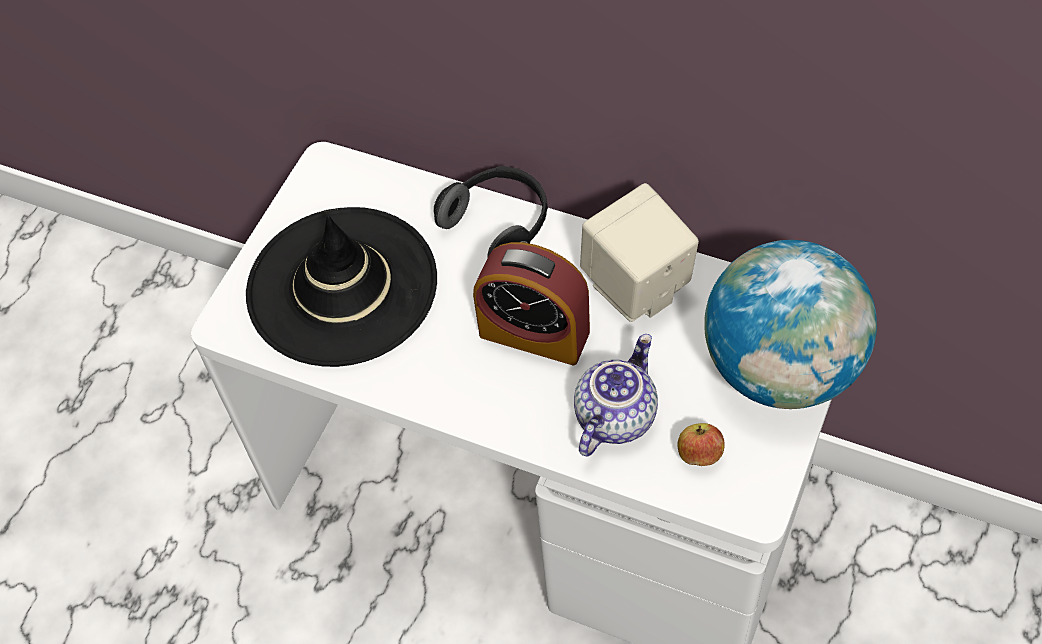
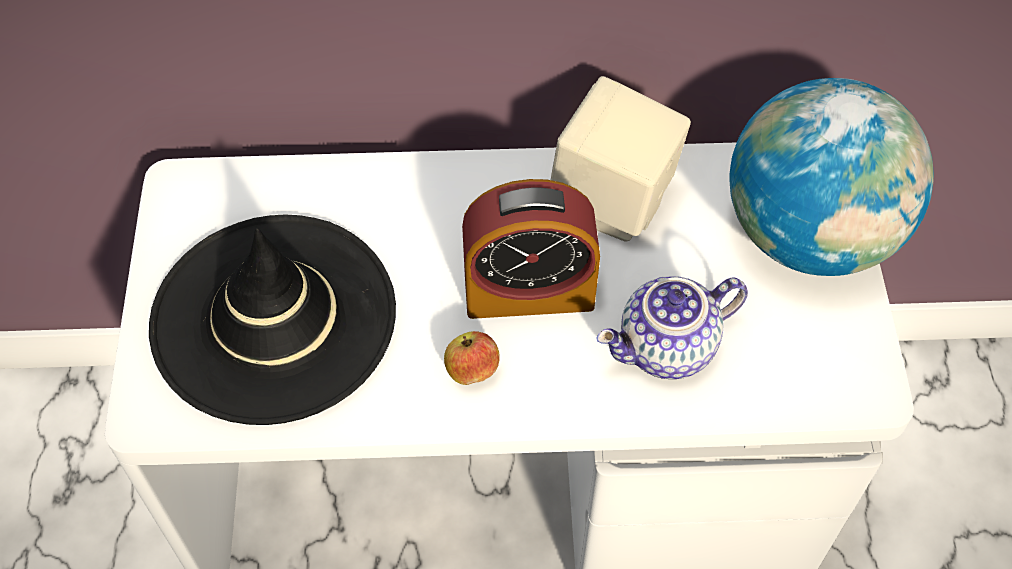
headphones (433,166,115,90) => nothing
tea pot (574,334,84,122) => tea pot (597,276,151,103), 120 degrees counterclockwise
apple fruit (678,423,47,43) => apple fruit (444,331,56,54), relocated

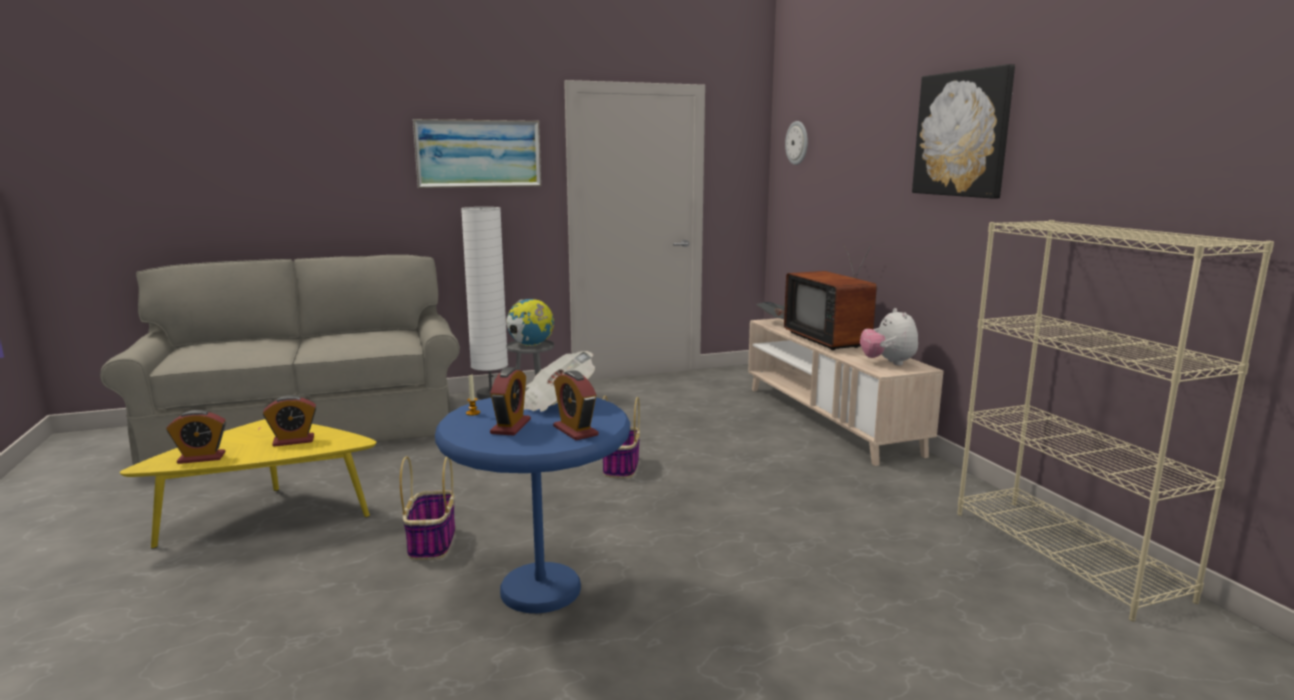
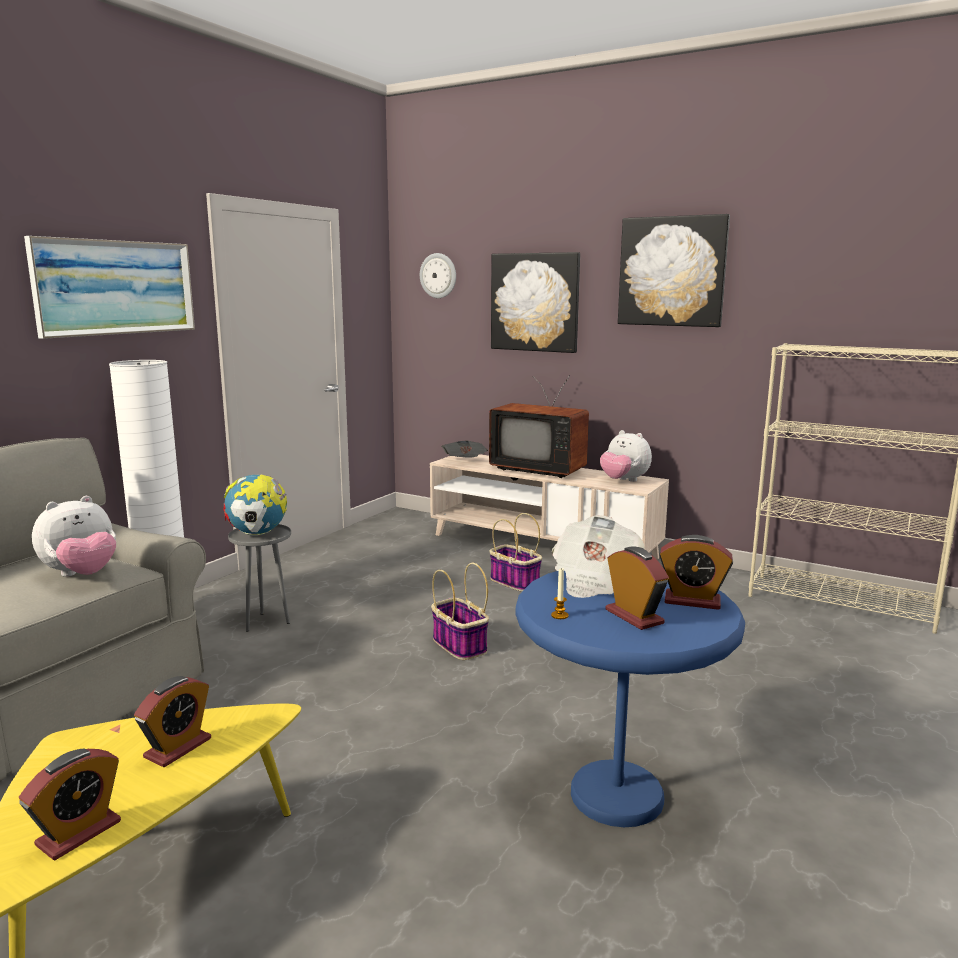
household basket (400,456,55,104) => household basket (489,513,53,79), relocated
nothing => cuddly toy (32,496,84,81)
nothing => picture (491,252,89,101)

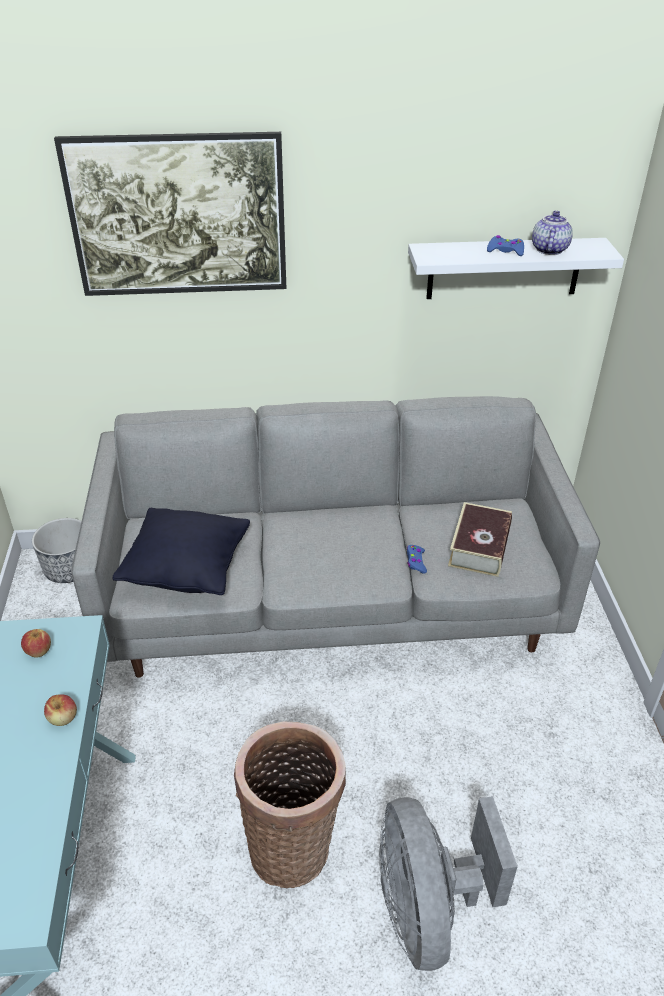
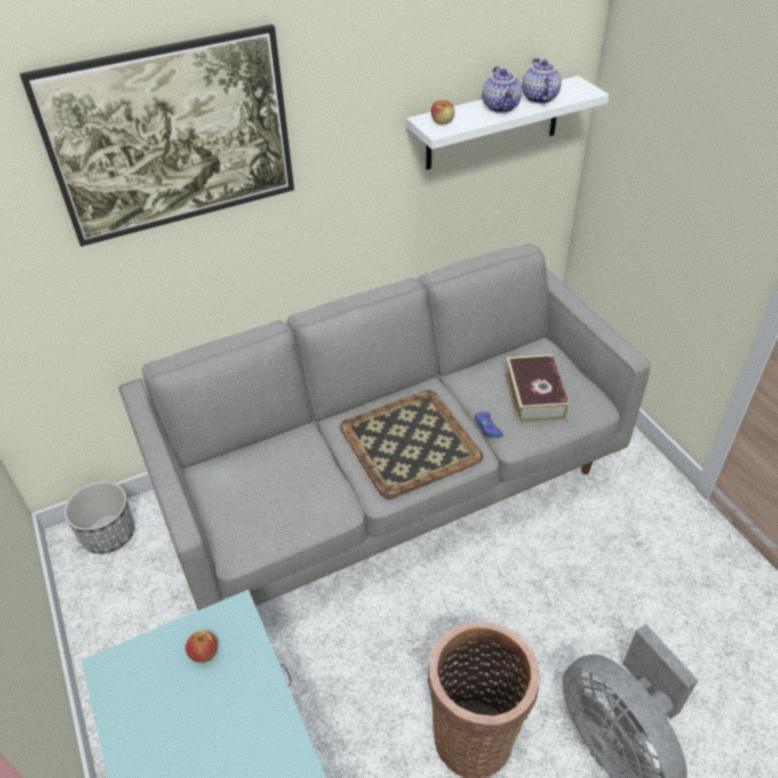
apple fruit (44,694,33,32) => apple fruit (431,100,24,25), relocated
black pillow (112,508,138,87) => nothing
bluish joypad (487,235,37,21) => tea pot (482,66,40,47)
nothing => serving tray (340,390,143,109)

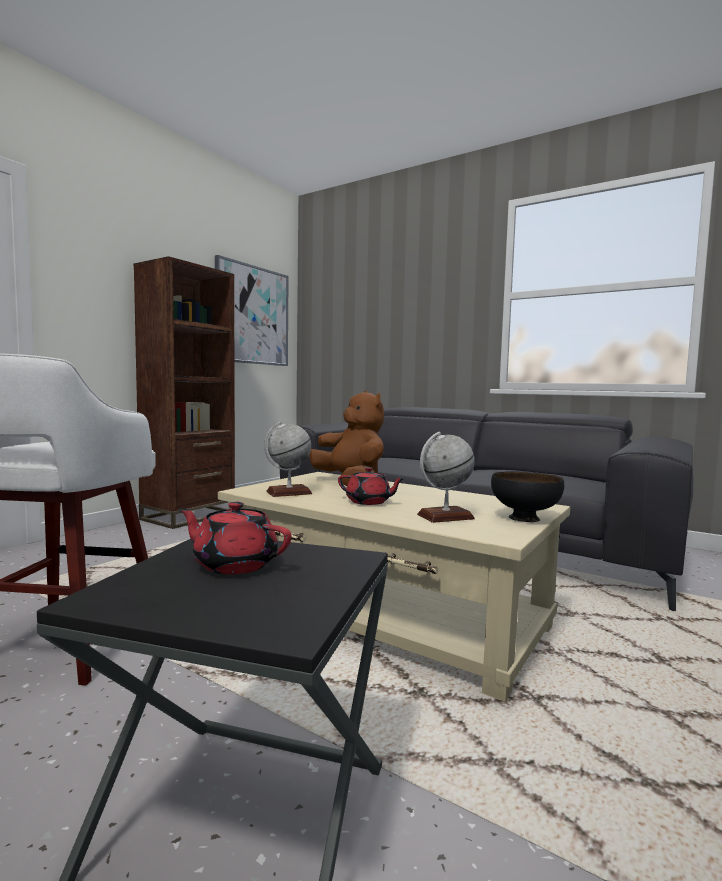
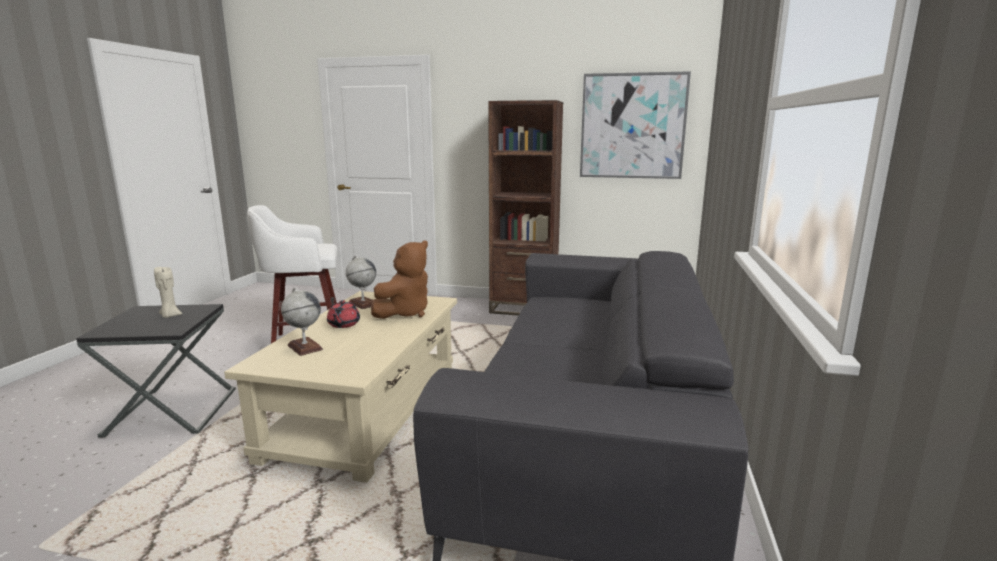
red tea pot (179,502,112,72) => beige candle (154,267,28,51)
black deep dish (491,471,73,51) => nothing

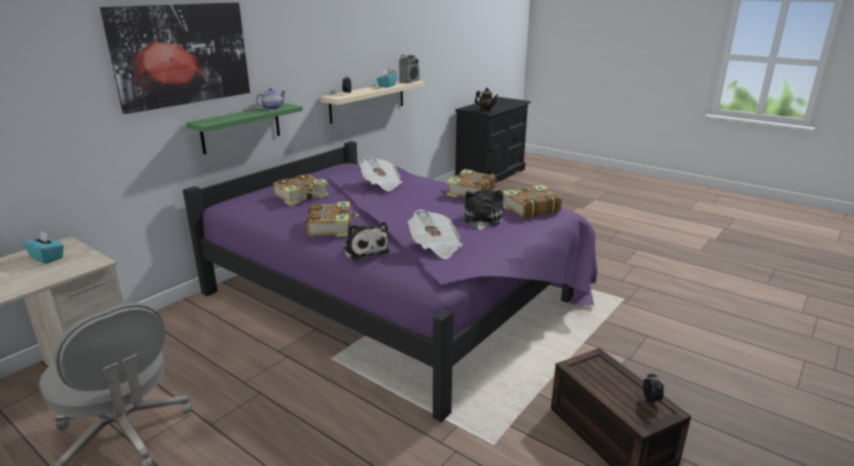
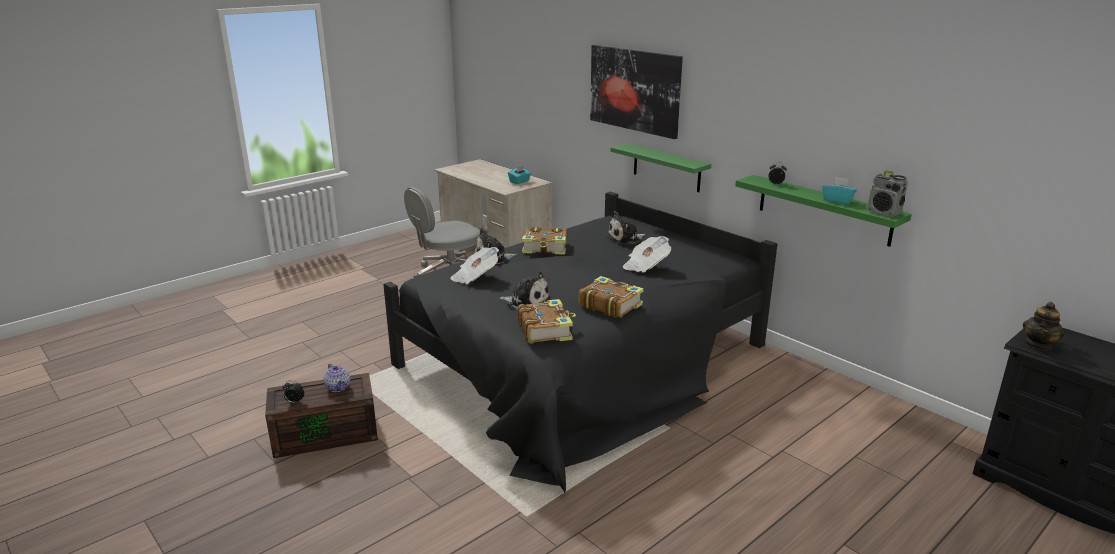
purple sleeping bed (183,141,414,281) => black sleeping bed (383,191,394,302)
tea pot (256,88,30,22) => tea pot (323,364,27,28), relocated
bound book (273,174,56,32) => cuddly toy (607,211,39,34)
beige shelf (320,81,104,43) => green-coloured shelf (735,175,177,72)

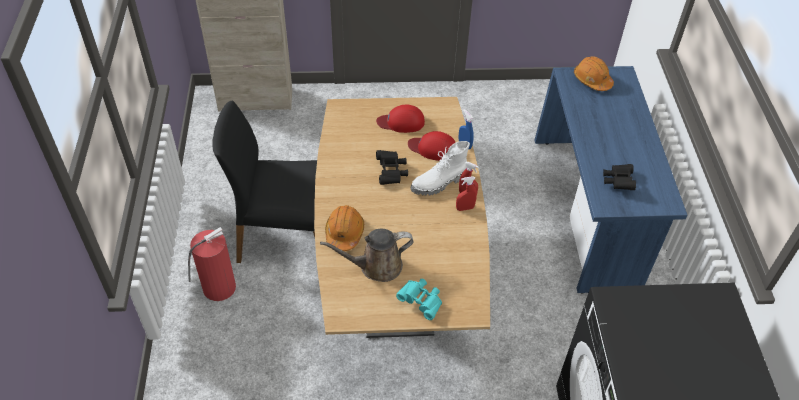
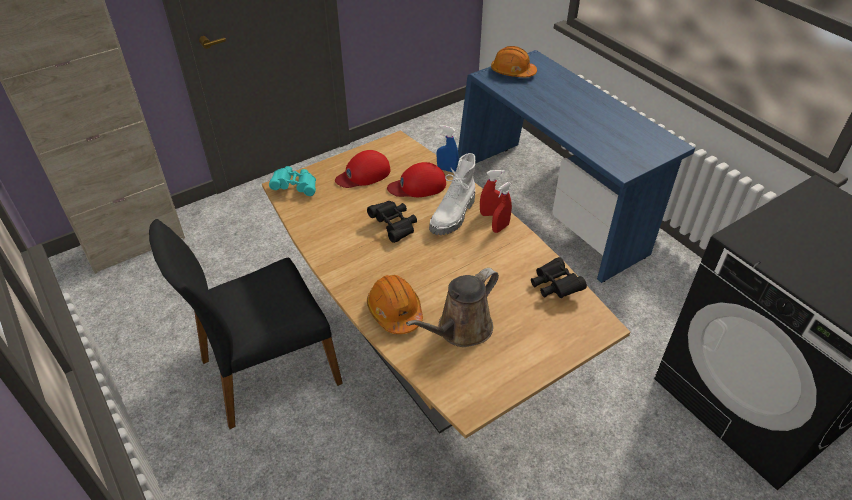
extinguisher (188,227,48,74) => nothing
blue-green field glasses (396,279,46,41) => blue-green field glasses (269,166,47,30), relocated
black field glasses (603,164,33,26) => black field glasses (531,257,56,41), relocated

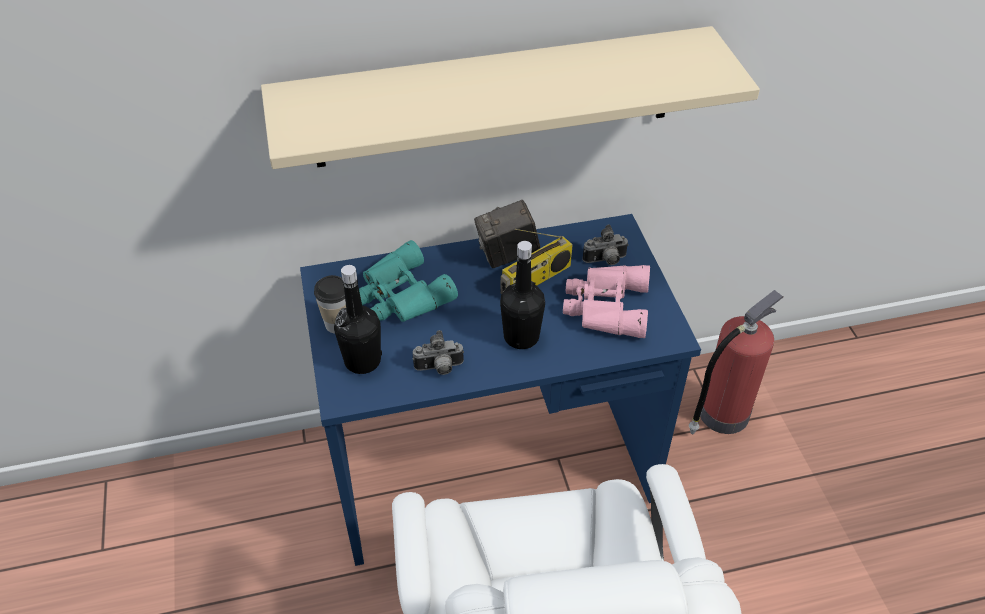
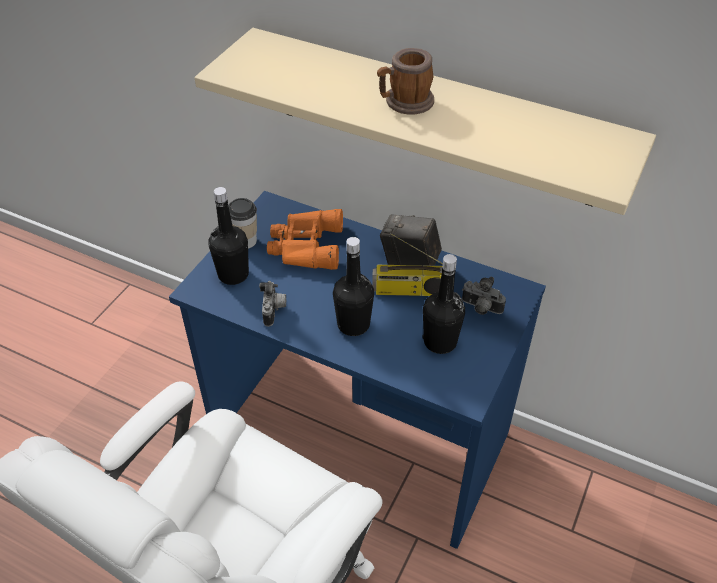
blue-green field glasses (359,240,99,82) => orange field glasses (267,209,76,61)
still camera (412,330,52,45) => still camera (259,281,28,46), 120 degrees counterclockwise
pink field glasses (563,265,87,73) => black drink bottle (423,254,42,100)
extinguisher (689,290,94,144) => nothing
nothing => tea mug (377,48,57,67)

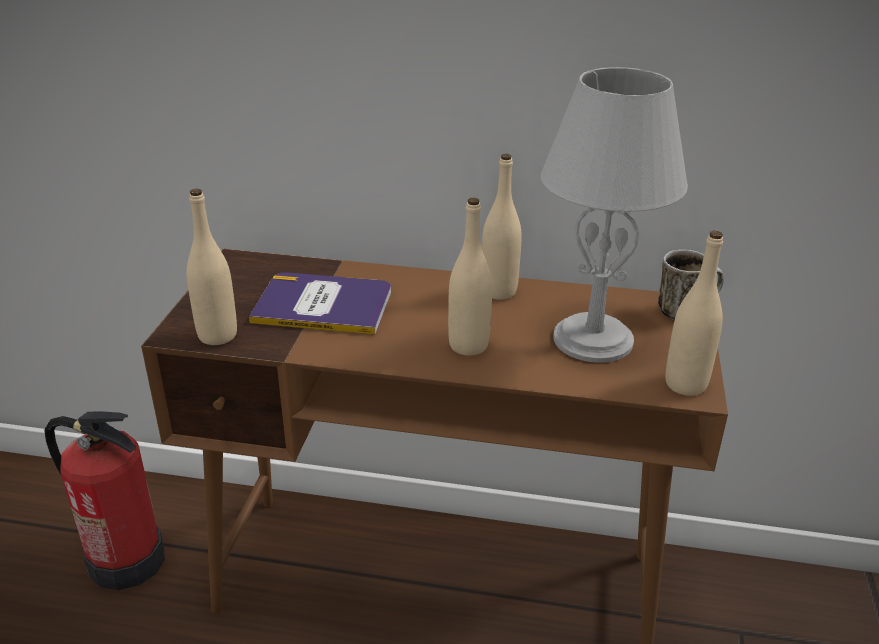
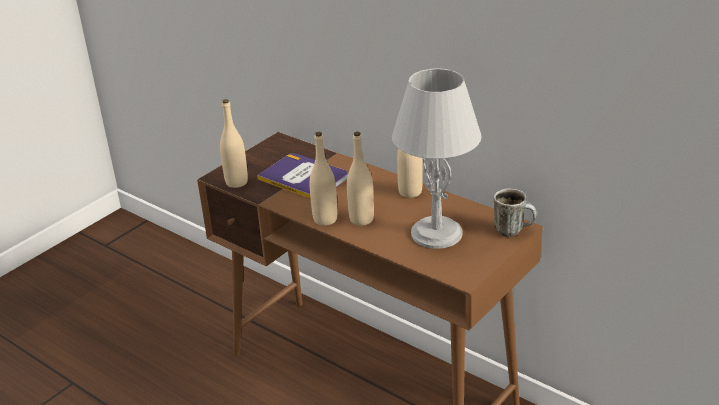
extinguisher (44,411,121,179) => nothing
beige drink bottle (665,231,58,165) => beige drink bottle (309,132,28,94), relocated

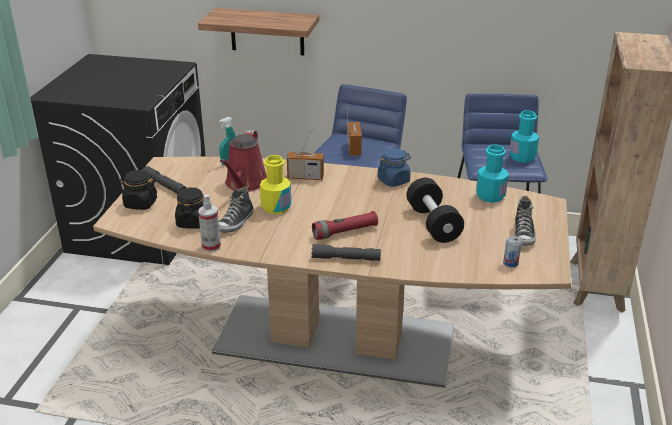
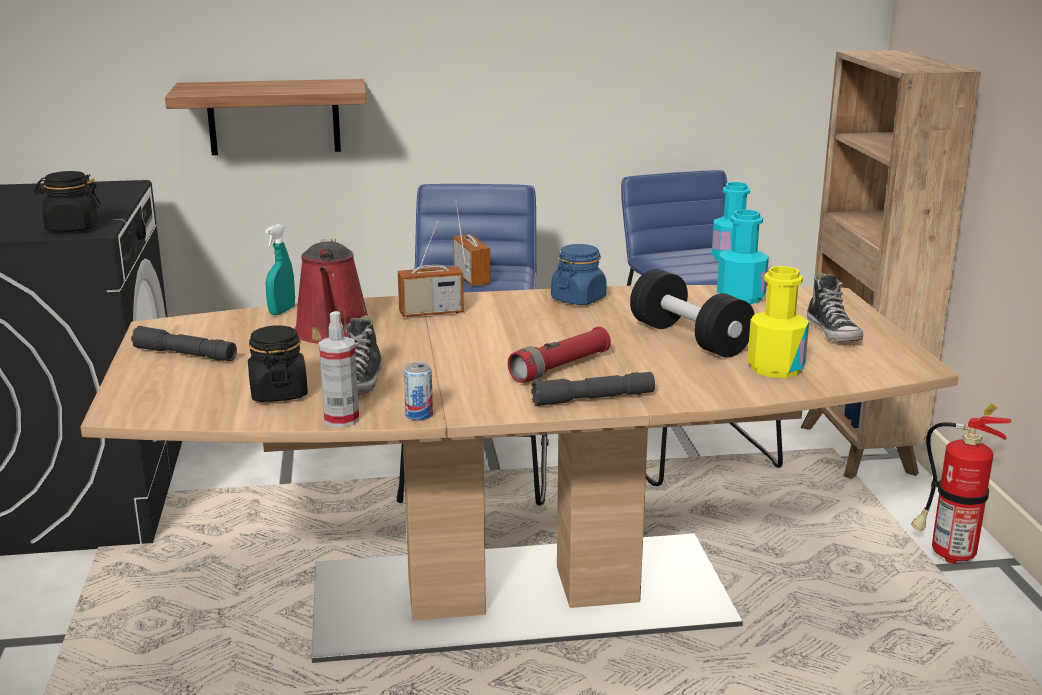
black storage jar (119,170,38,40) => black storage jar (34,171,67,61), relocated
yellowish drink bottle (260,155,31,59) => yellowish drink bottle (747,266,62,112), relocated
metal can (503,236,19,32) => metal can (404,362,29,59), relocated
nothing => extinguisher (911,403,101,161)

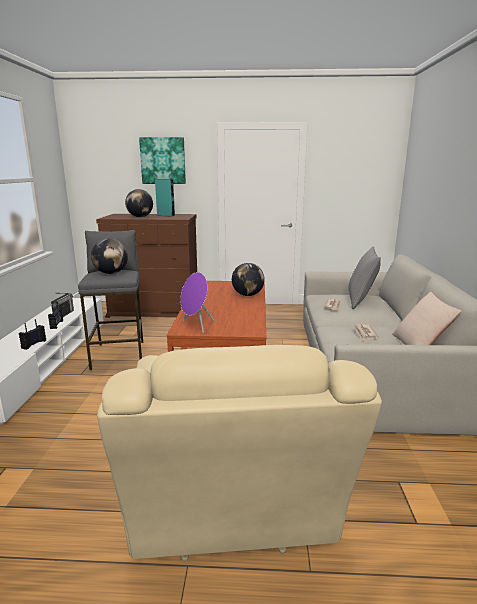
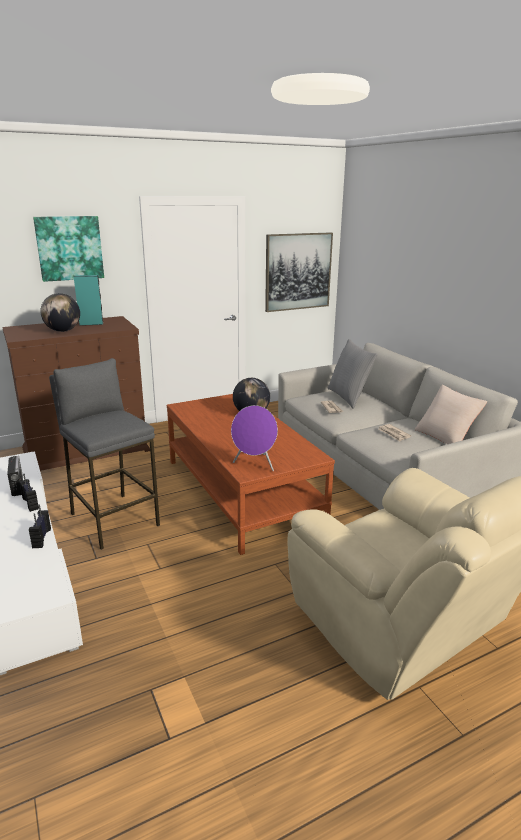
globe (91,238,37,36) => nothing
nothing => picture (265,233,68,79)

